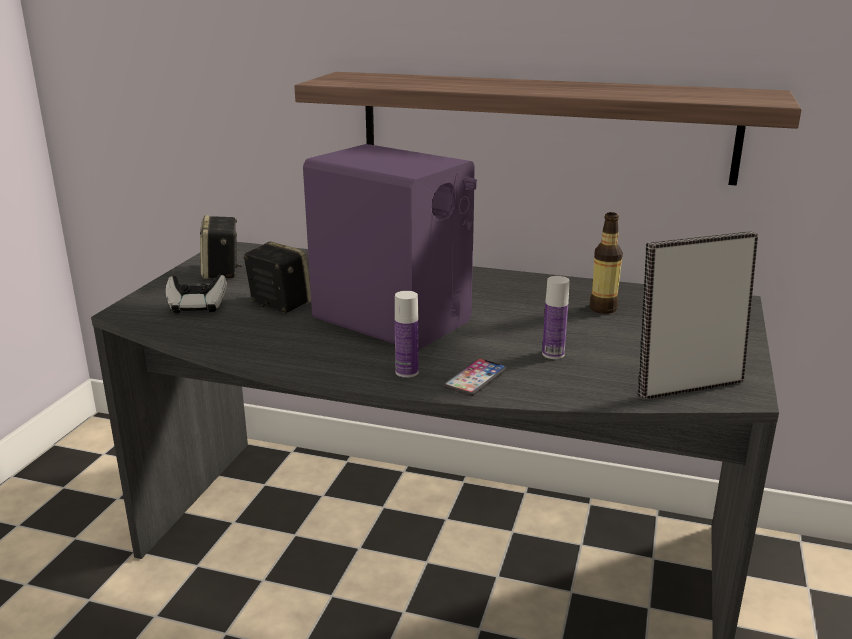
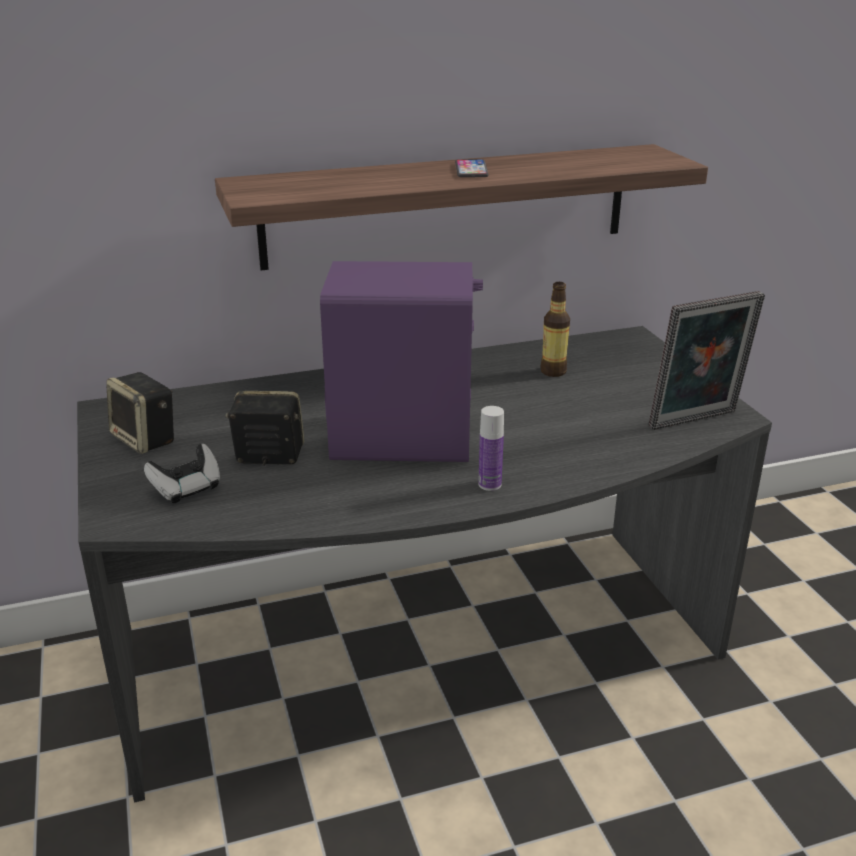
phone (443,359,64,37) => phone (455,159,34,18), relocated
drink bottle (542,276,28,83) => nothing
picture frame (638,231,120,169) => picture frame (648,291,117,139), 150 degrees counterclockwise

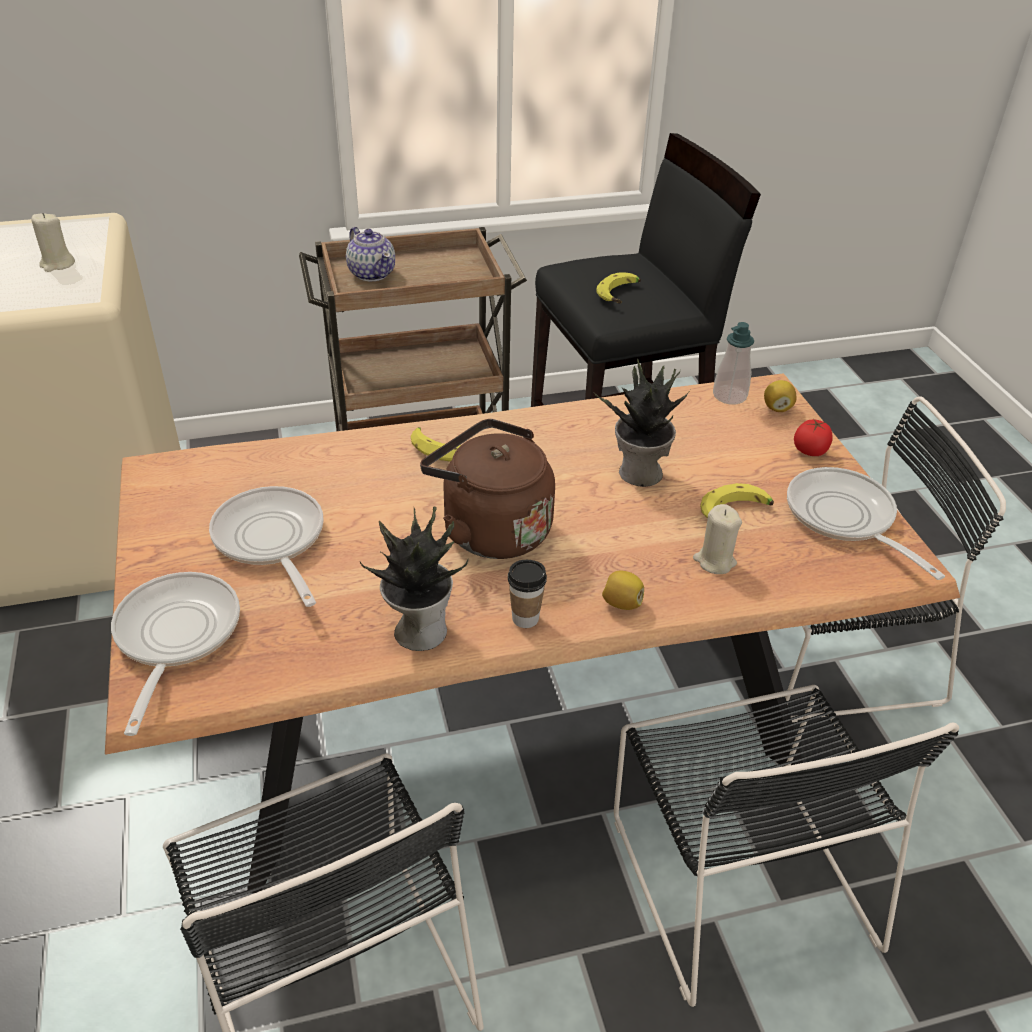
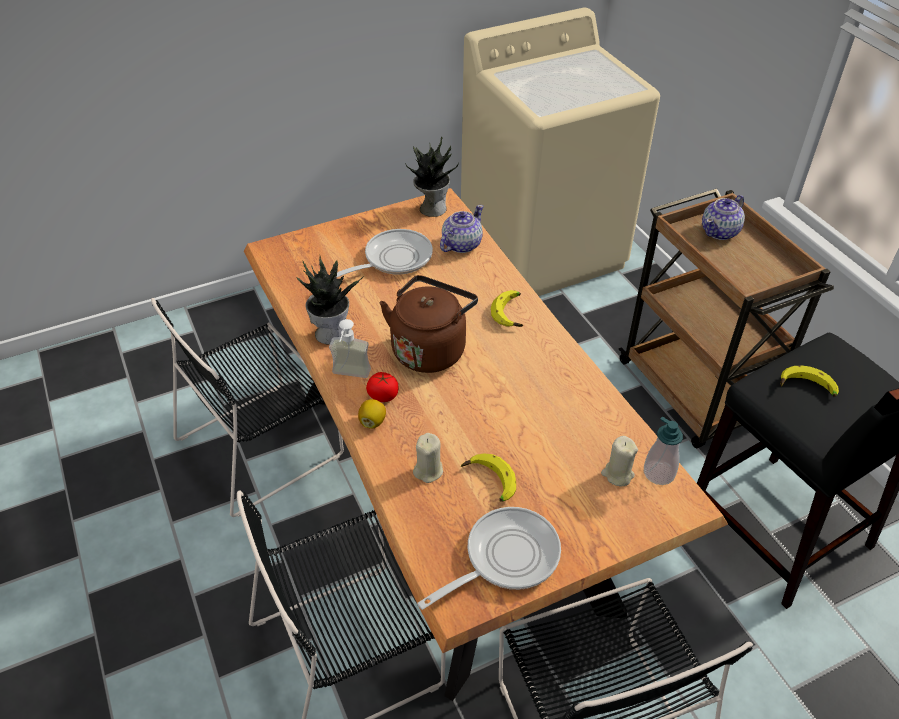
beige candle (31,213,44,59) => beige candle (601,436,37,50), relocated
pan (111,572,129,164) => nothing
small cup (508,560,39,68) => soap bottle (329,319,42,59)
potted plant (594,359,96,128) => potted plant (405,137,54,80), relocated
whole lemon (764,380,32,32) => nothing
whole tomato (794,419,39,37) => whole tomato (366,372,32,30), relocated
nothing => tea pot (440,205,44,48)

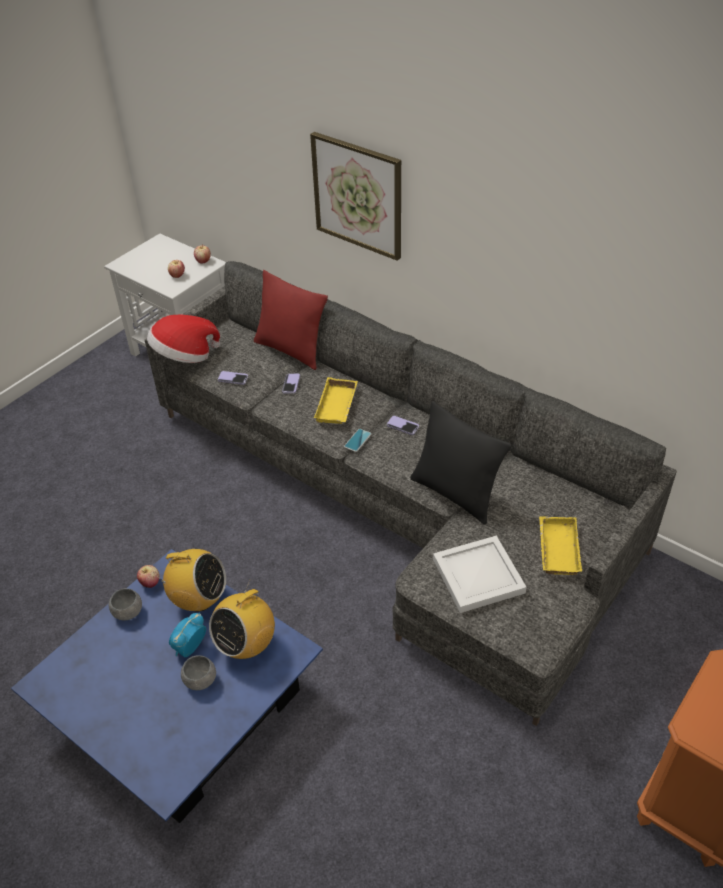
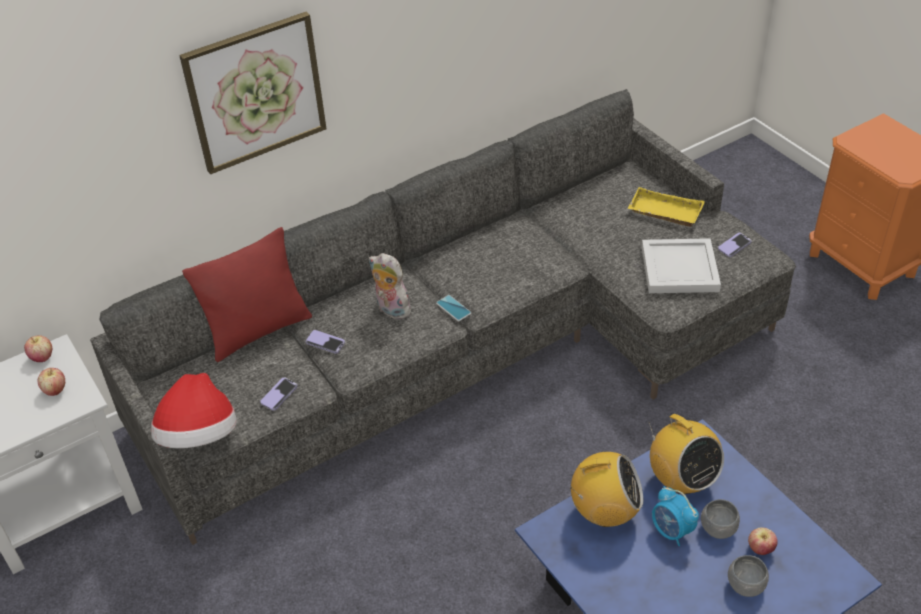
gray deep dish (109,588,33,32) => gray deep dish (728,555,41,42), relocated
apple fruit (137,565,23,23) => apple fruit (748,527,30,28), relocated
radio set (153,549,73,63) => radio set (570,452,73,75), 60 degrees clockwise
yellowish serving tray (314,377,44,47) => cuddly toy (369,253,42,66)
phone (387,416,32,19) => phone (718,233,33,24), relocated
black pillow (410,401,102,124) => nothing

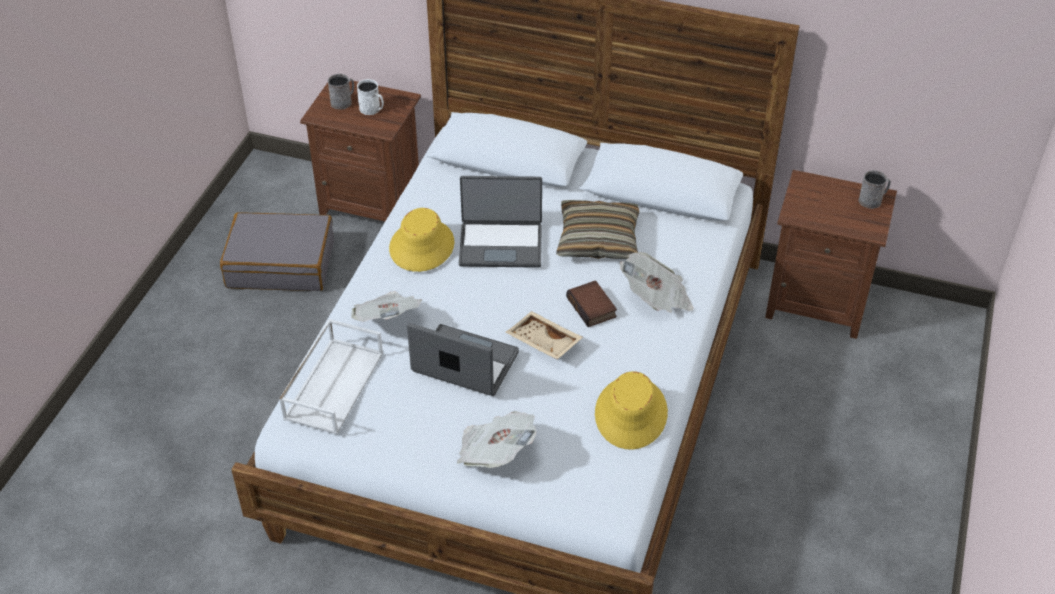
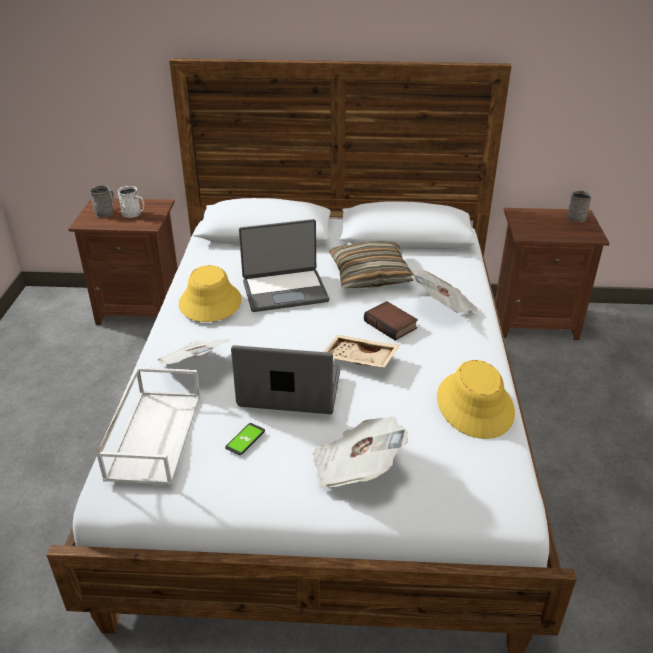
gray suitcase (220,212,114,79) => nothing
nothing => phone (225,423,40,32)

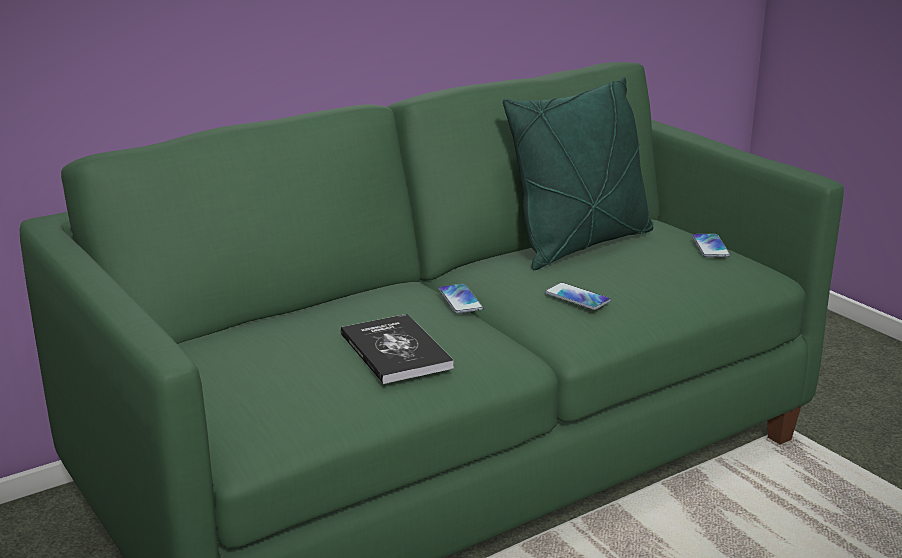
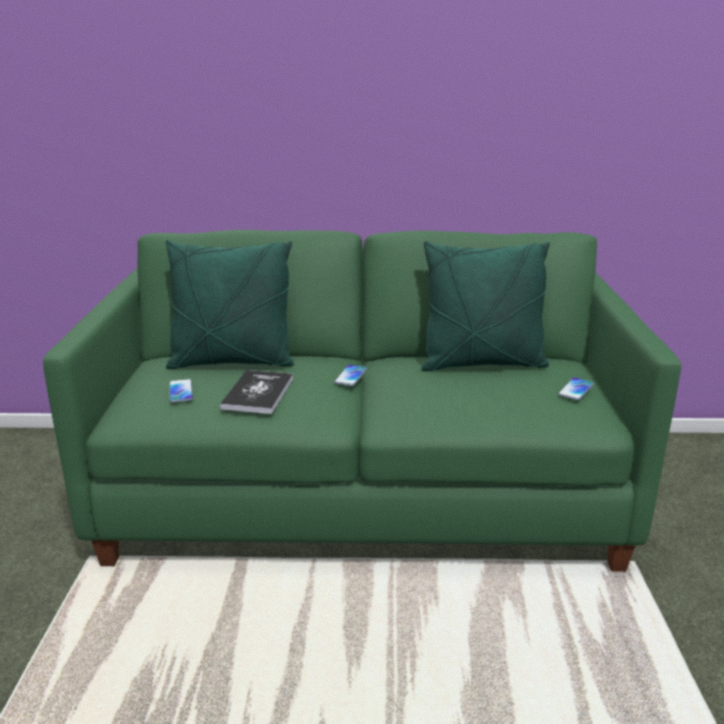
phone (545,282,66,28) => phone (169,379,24,24), relocated
nothing => green-coloured pillow (166,240,128,129)

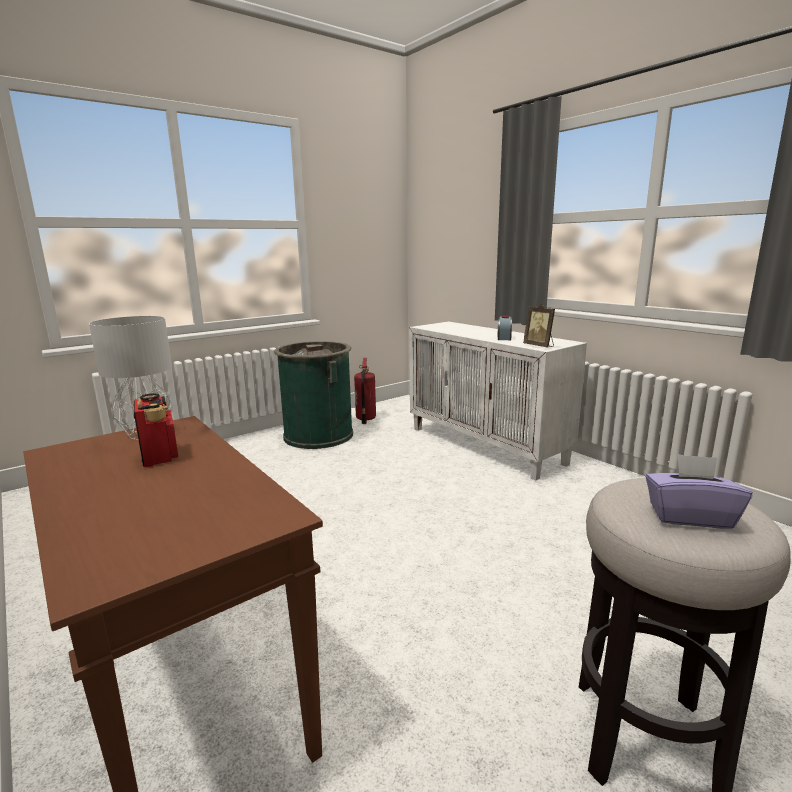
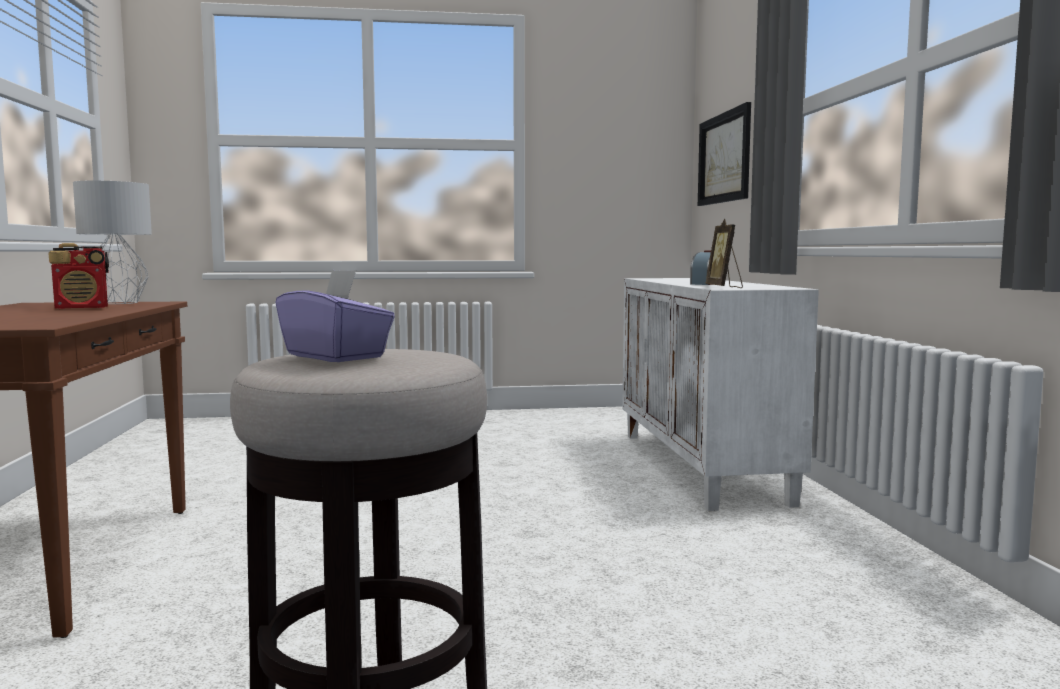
radio set (133,393,45,74) => radio set (49,243,60,66), 60 degrees clockwise
green-coloured trash can (274,341,79,108) => nothing
extinguisher (354,358,22,66) => nothing
nothing => picture (698,102,53,104)

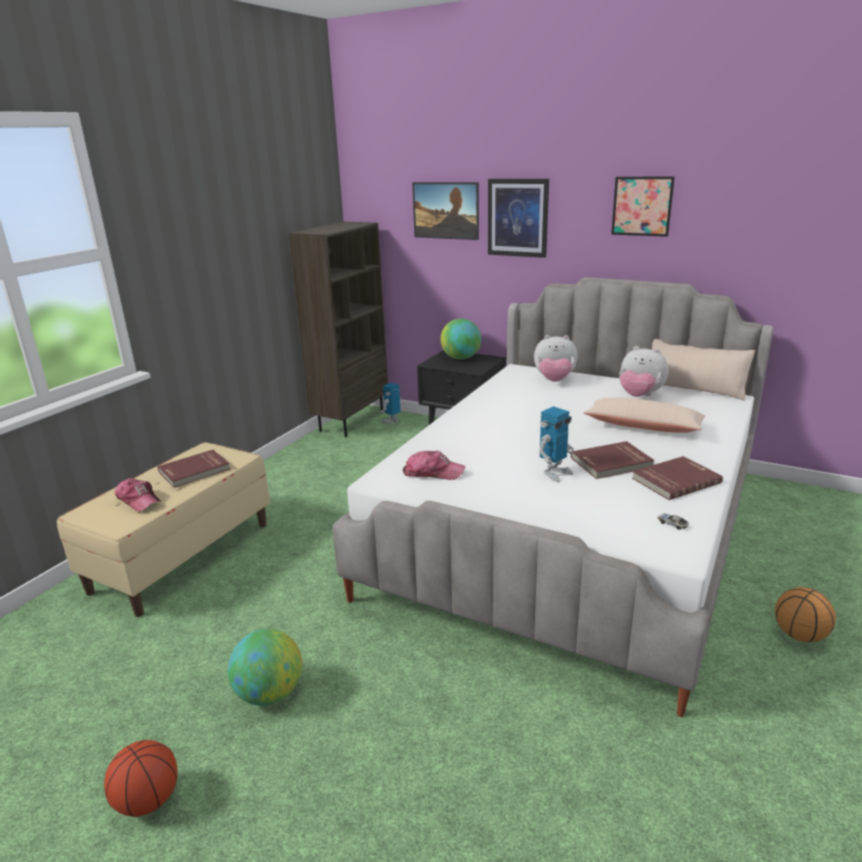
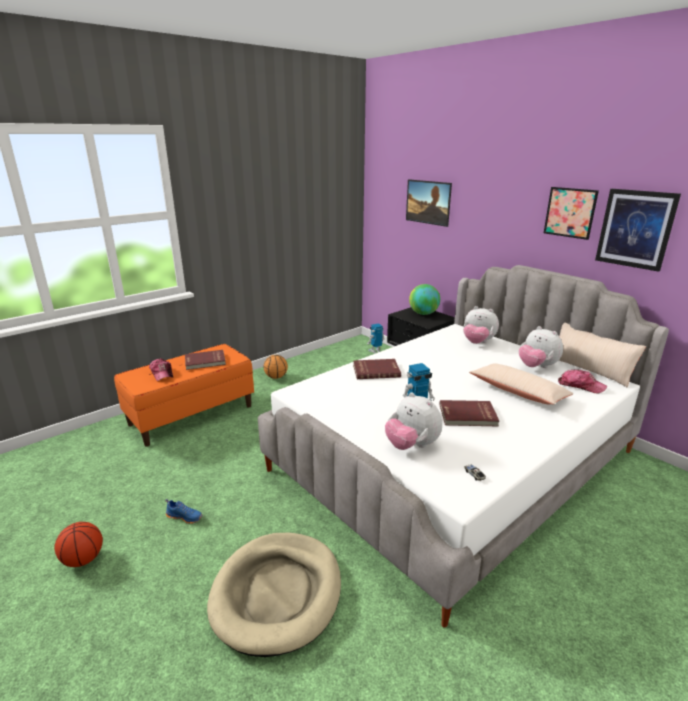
beige bench (57,442,213,175) => orange bench (114,344,140,103)
globe (228,629,74,77) => bluish low shoe (165,499,38,25)
brown bookcase (289,222,99,215) => nothing
peaked cap (403,451,62,29) => peaked cap (558,370,49,24), relocated
picture (488,179,61,79) => picture (595,189,86,83), relocated
red bound book (632,456,91,44) => red bound book (353,359,48,20), relocated
basketball (775,587,61,55) => basketball (264,355,24,24), relocated
nothing => beige dog cushion (207,532,134,125)
nothing => cuddly toy (385,392,57,58)

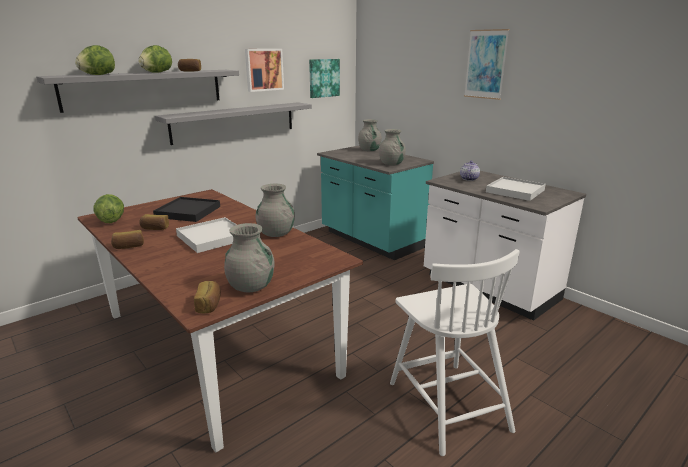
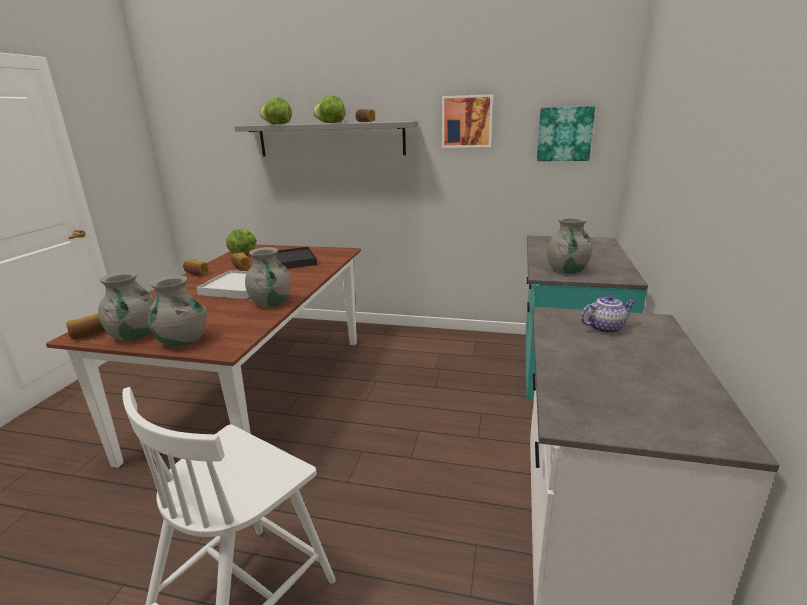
gray shelf (155,102,157,43) => nothing
gray flower vase (358,119,24,32) => gray flower vase (148,275,59,72), relocated
picture (464,29,45,71) => nothing
whitish serving tray (486,177,60,24) => nothing

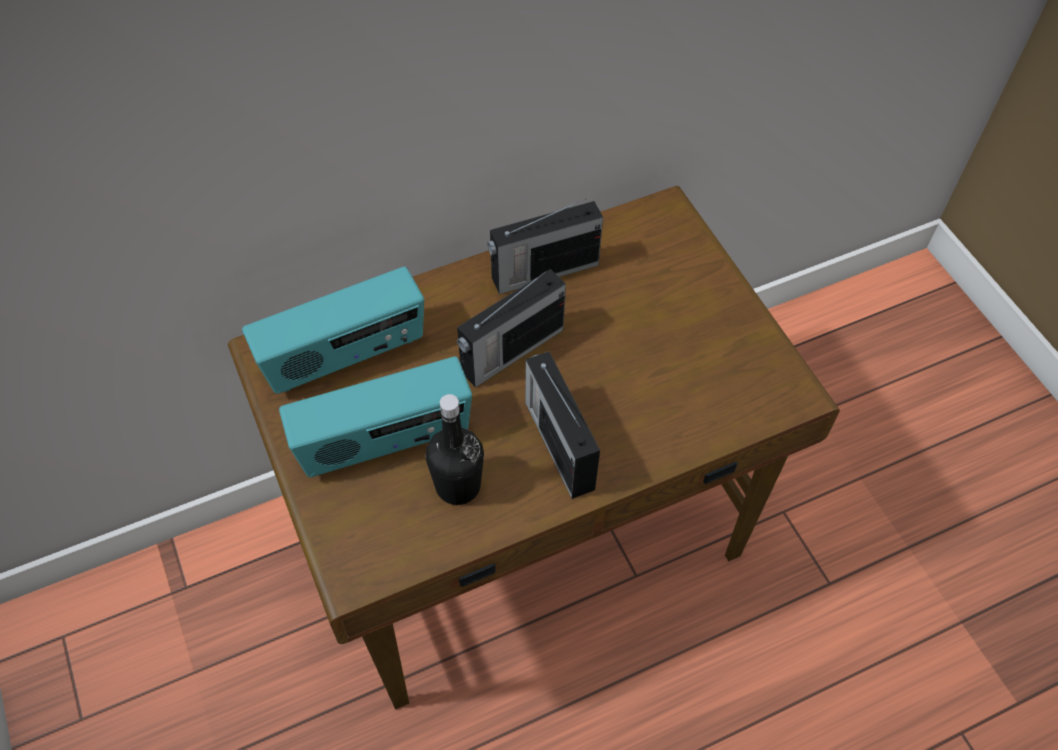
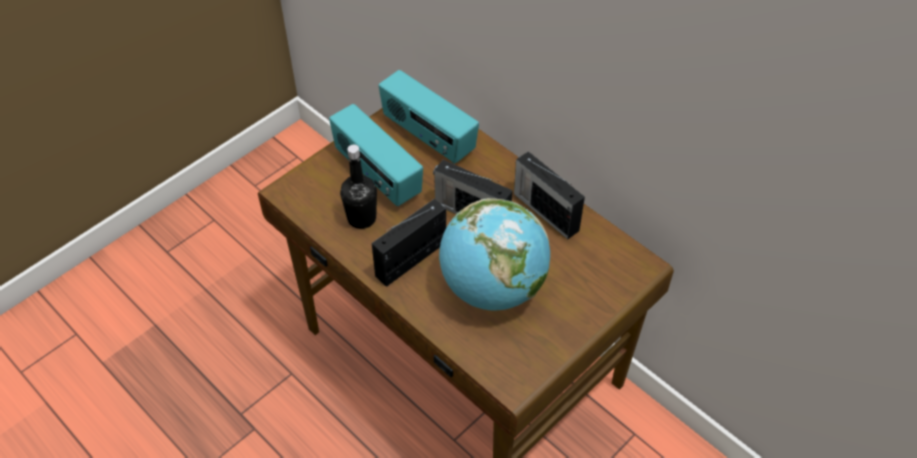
nothing => globe (439,198,111,113)

